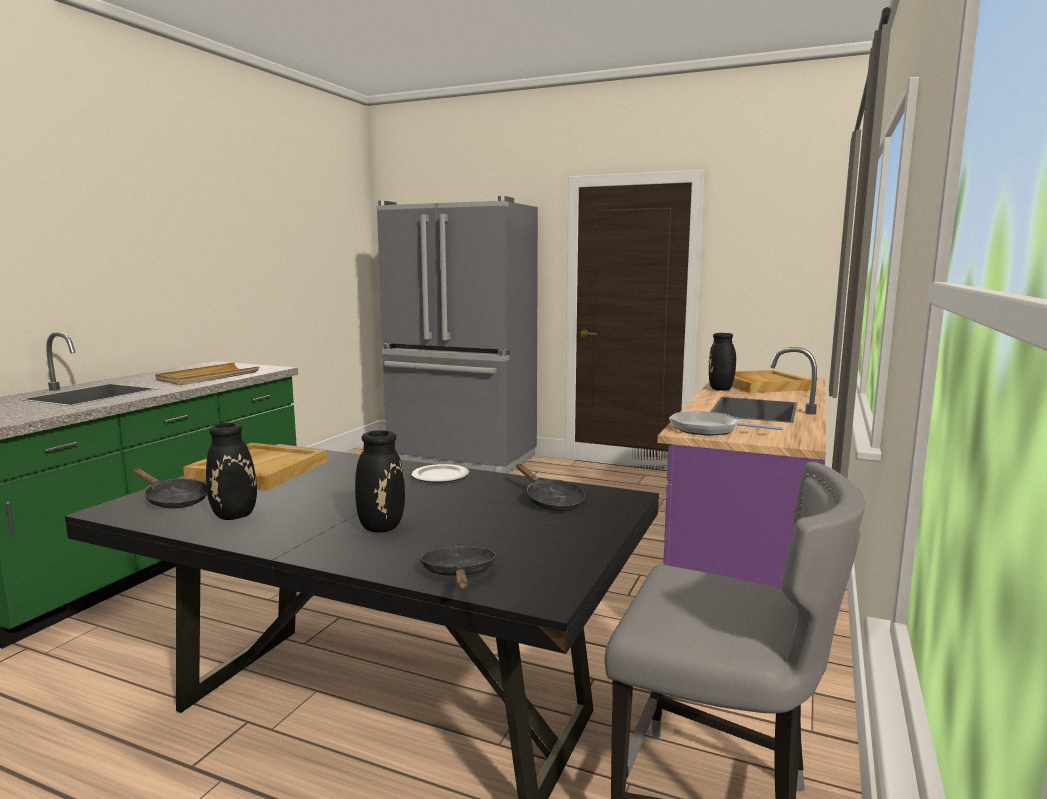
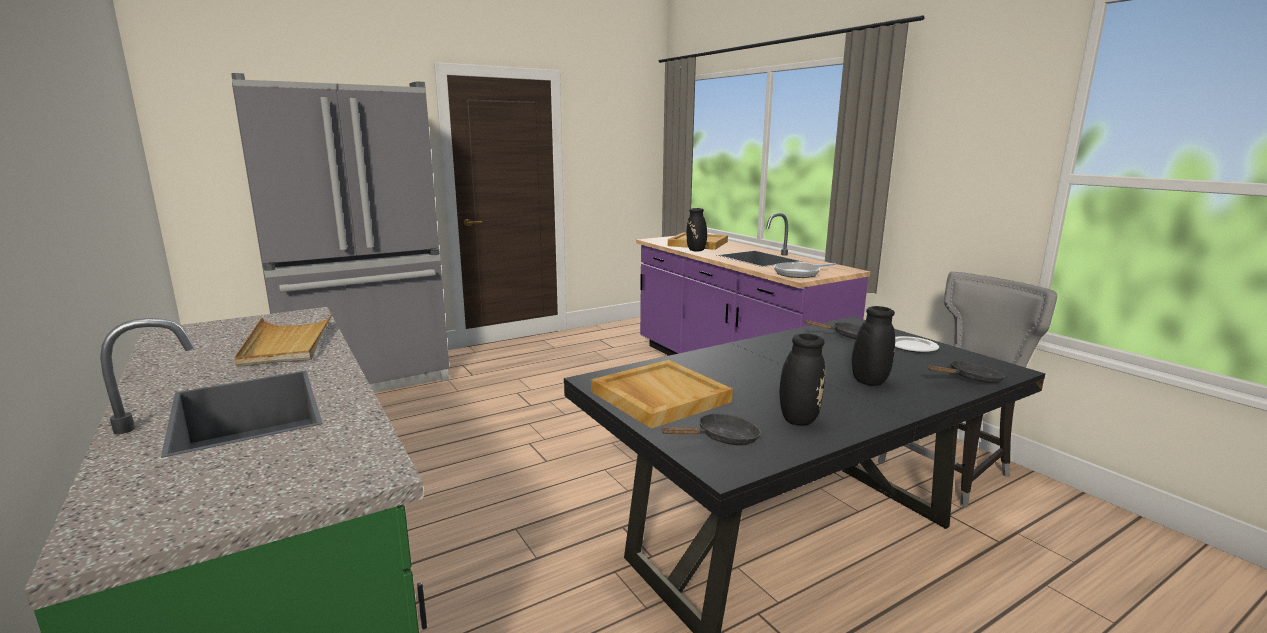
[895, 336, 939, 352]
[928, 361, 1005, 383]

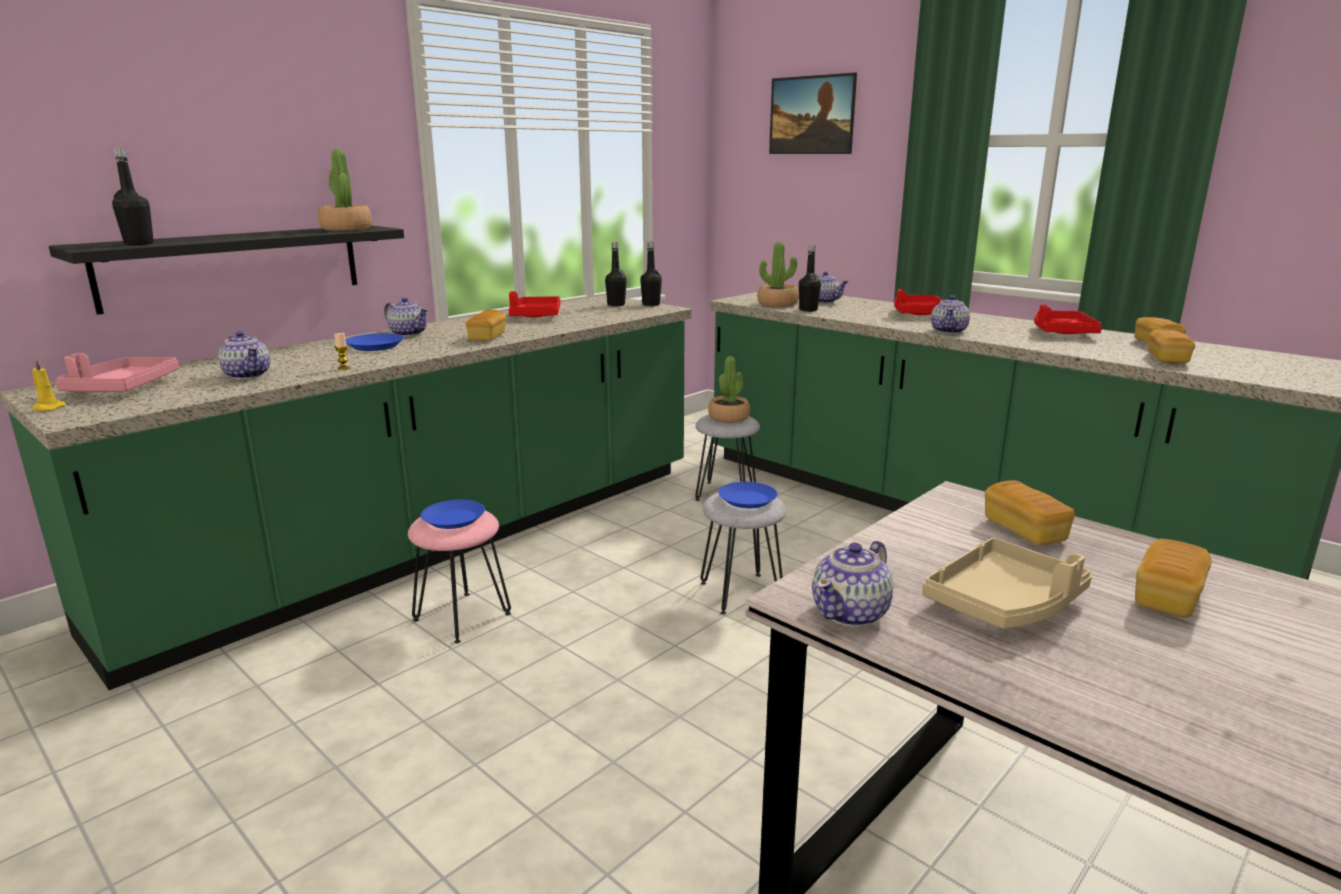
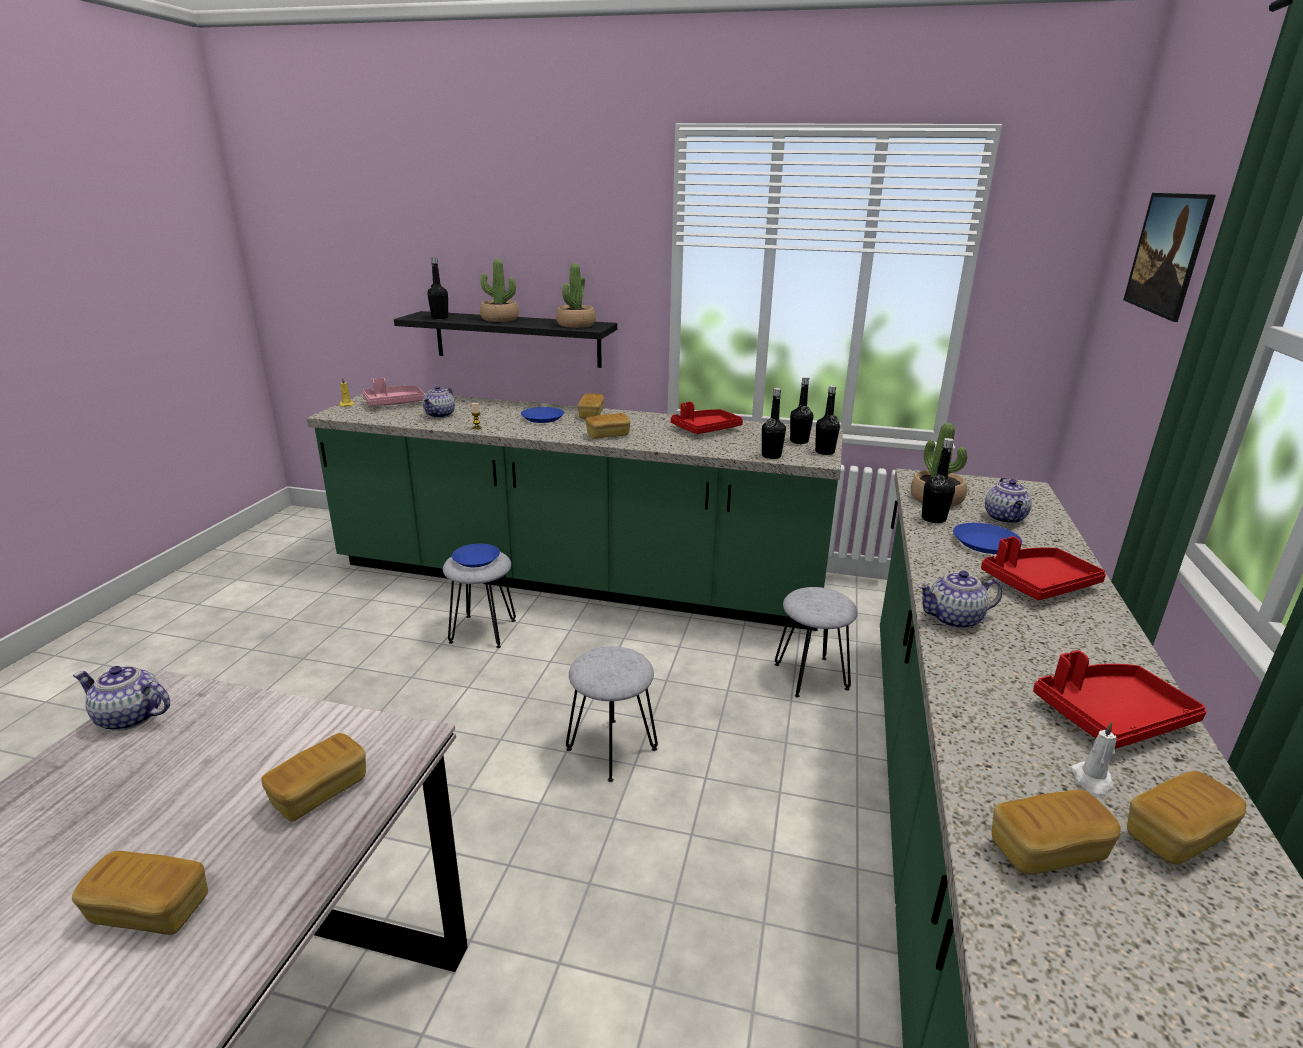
[578, 393, 604, 419]
[480, 259, 519, 322]
[953, 523, 1022, 554]
[443, 552, 516, 648]
[922, 538, 1092, 629] (first image)
[762, 388, 786, 459]
[1070, 721, 1116, 798]

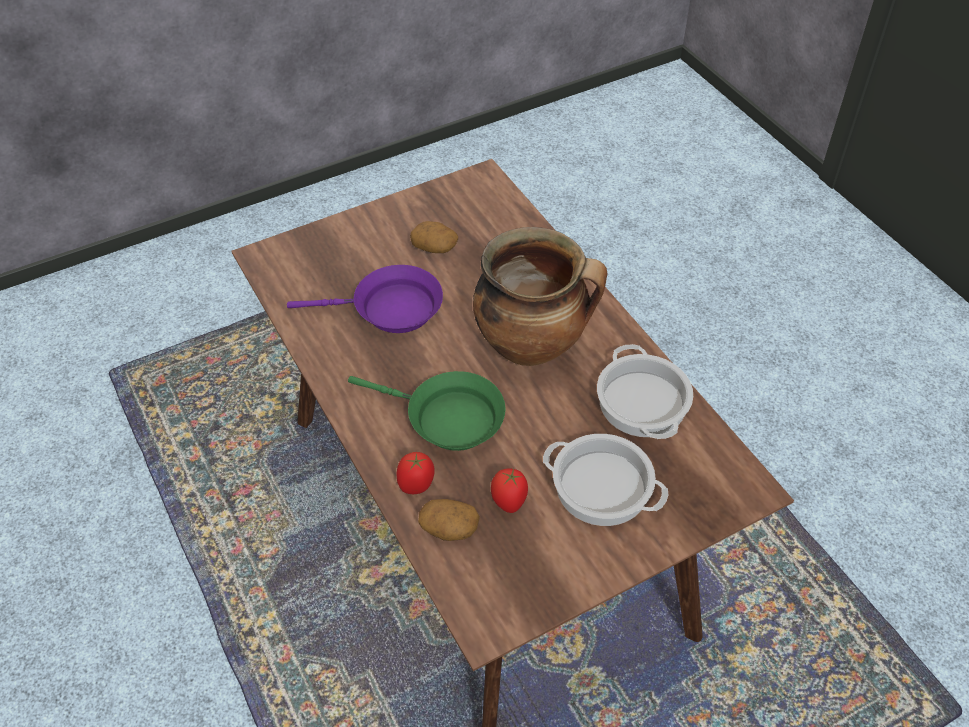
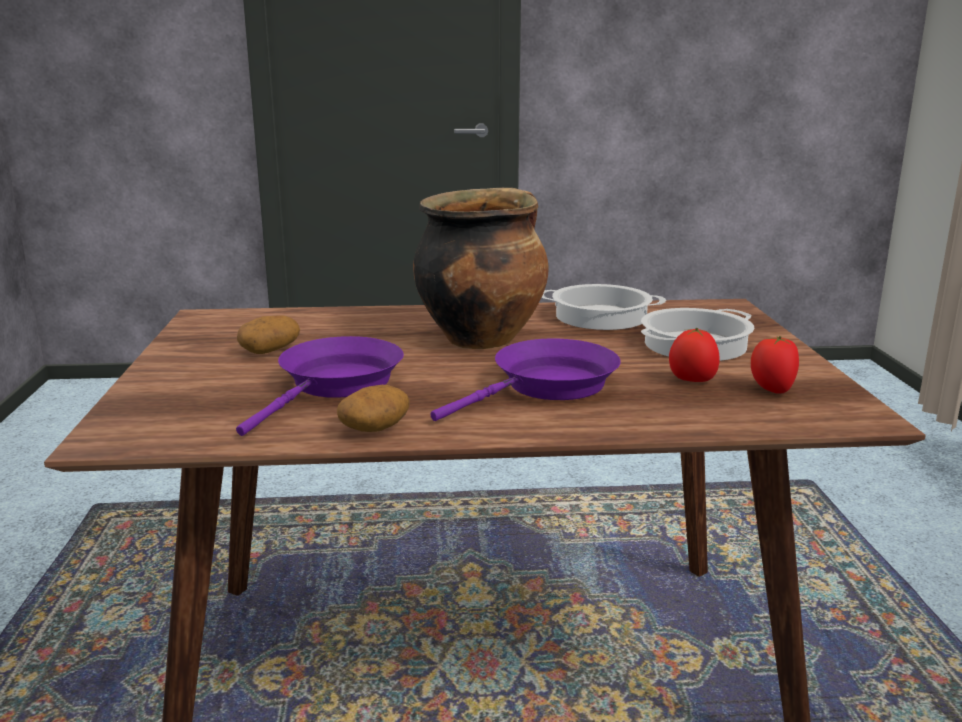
[430, 338, 621, 421]
[751, 336, 799, 394]
[337, 385, 410, 432]

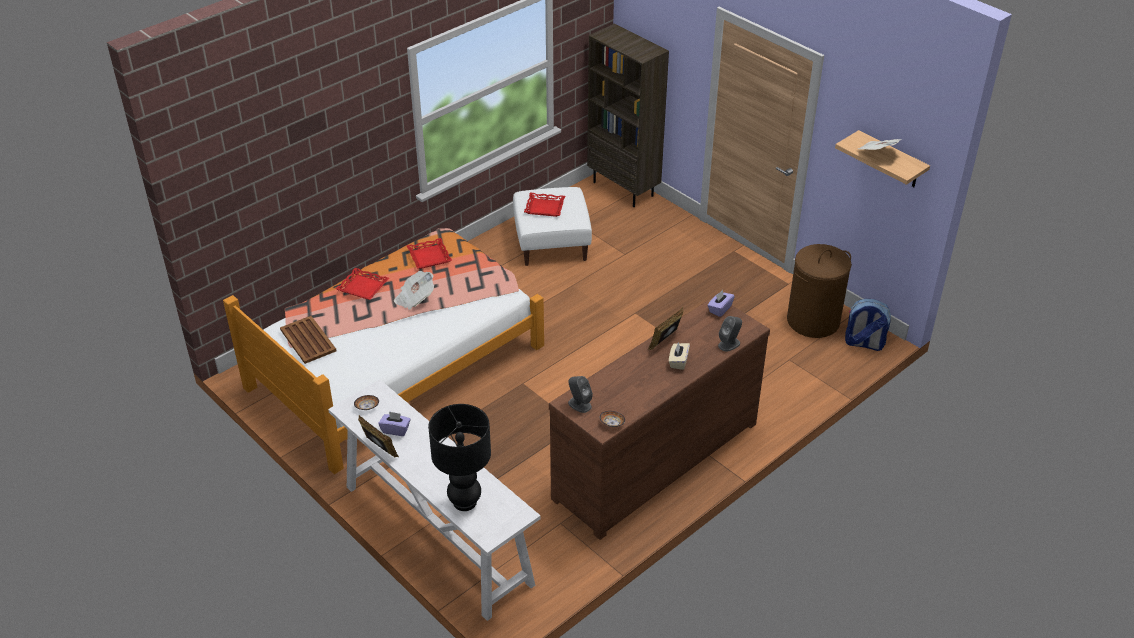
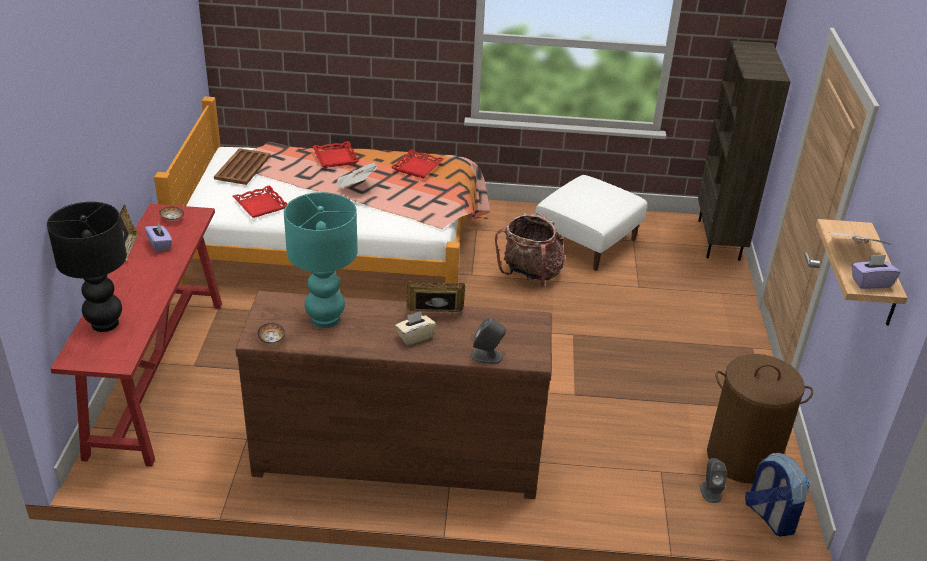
[233, 185, 288, 218]
[852, 255, 900, 289]
[700, 458, 727, 503]
[50, 204, 222, 467]
[284, 192, 358, 328]
[495, 213, 565, 287]

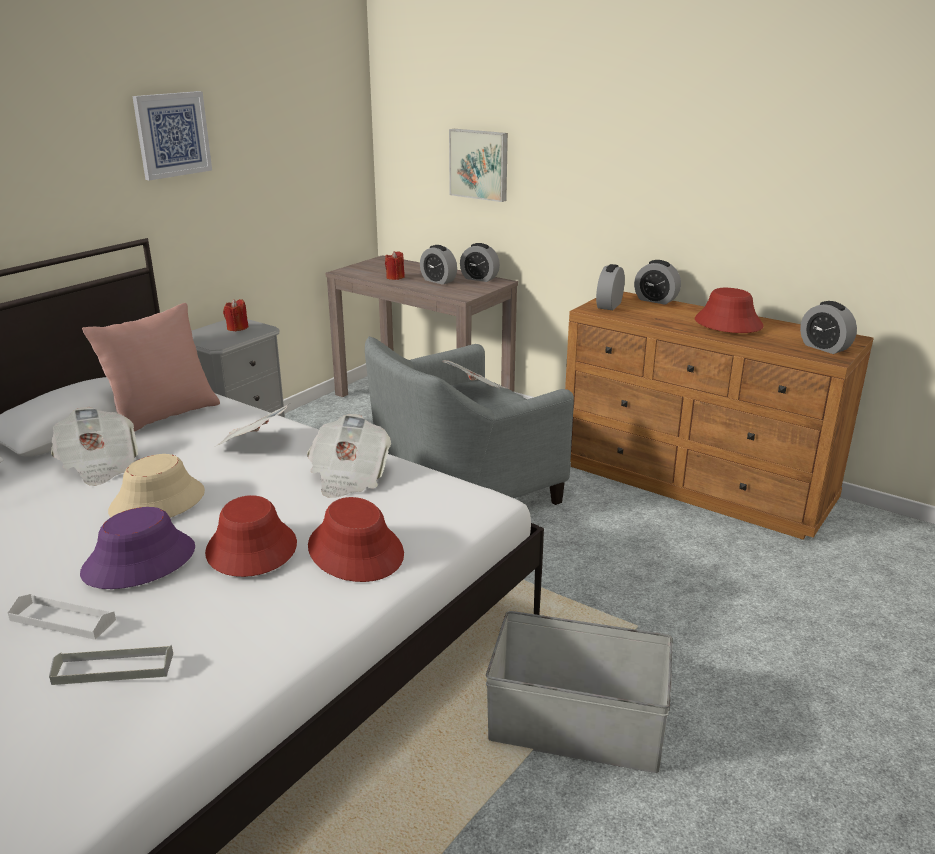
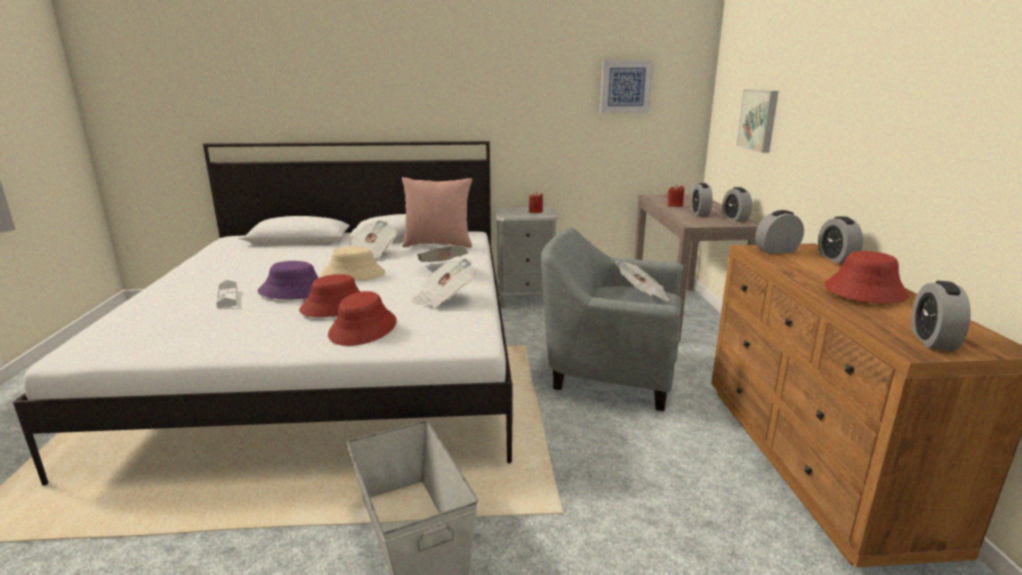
[600, 60, 653, 113]
[49, 645, 173, 685] (first image)

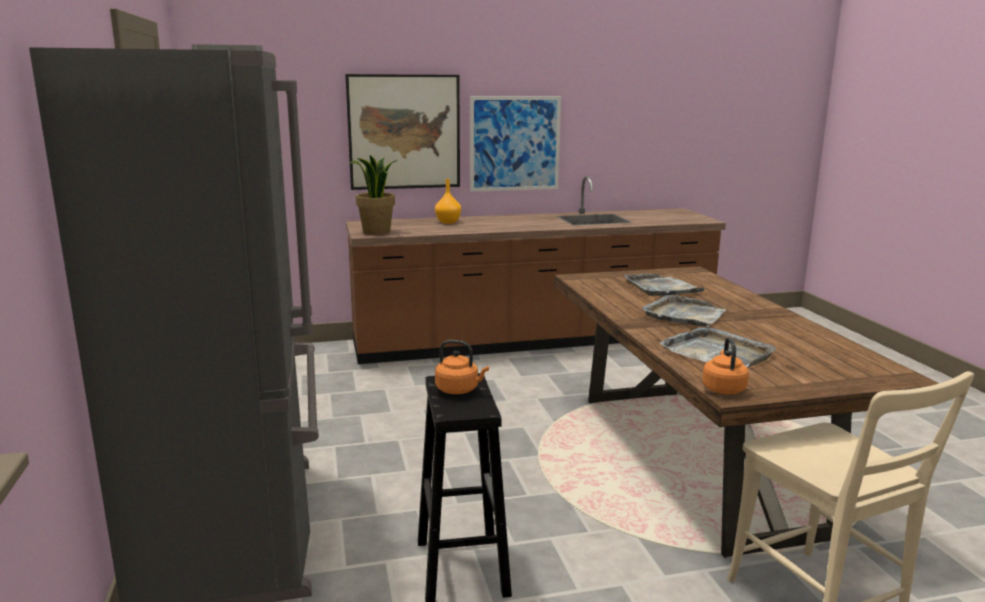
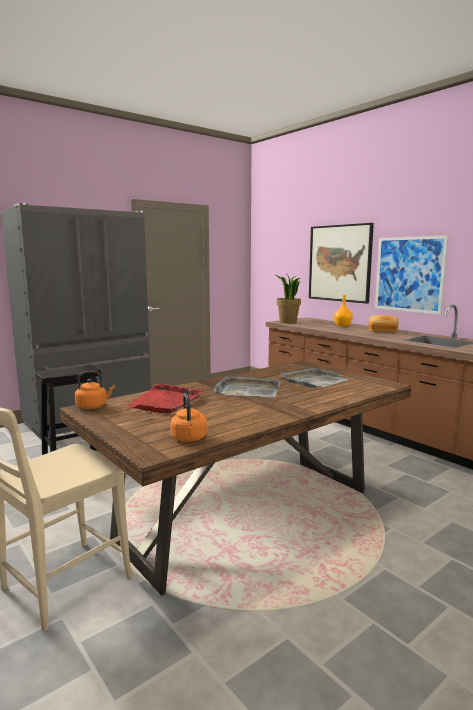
[125, 384, 203, 414]
[171, 394, 207, 442]
[369, 315, 398, 332]

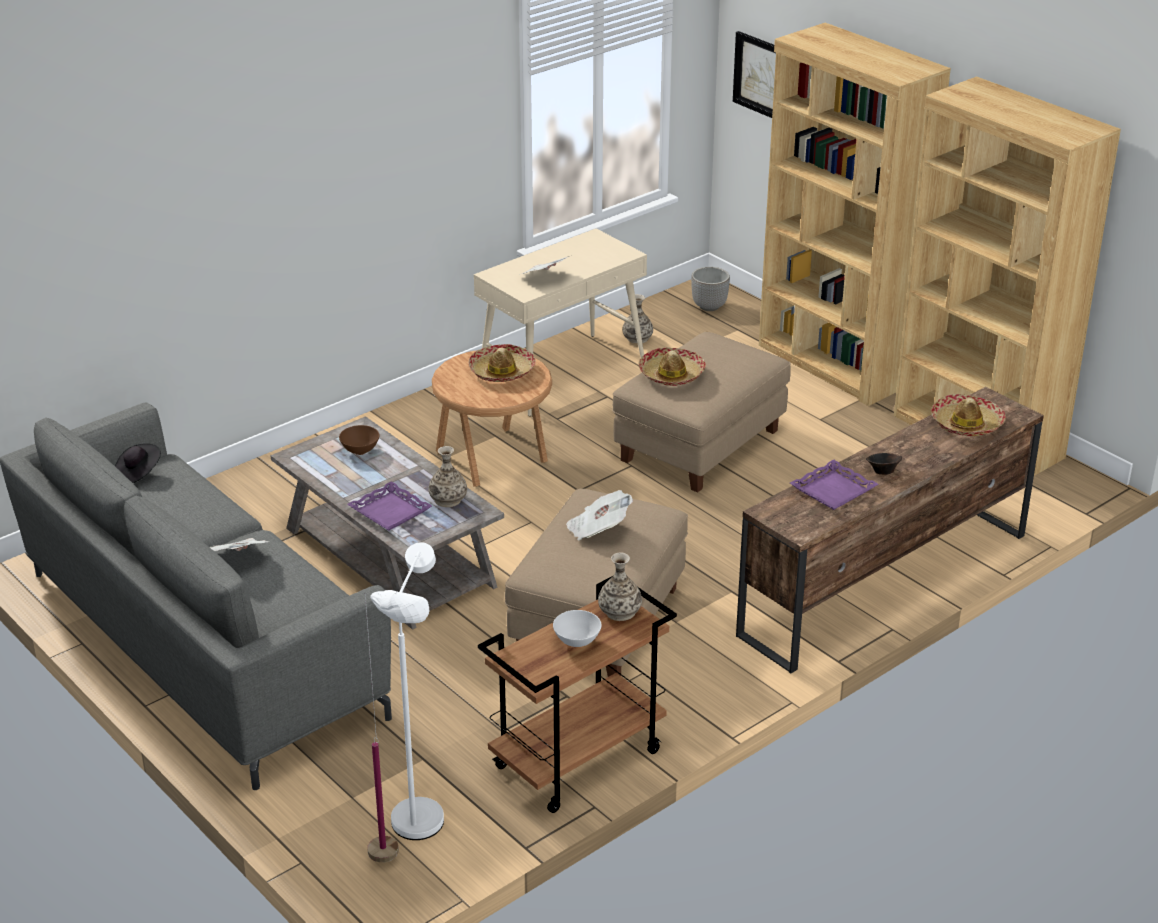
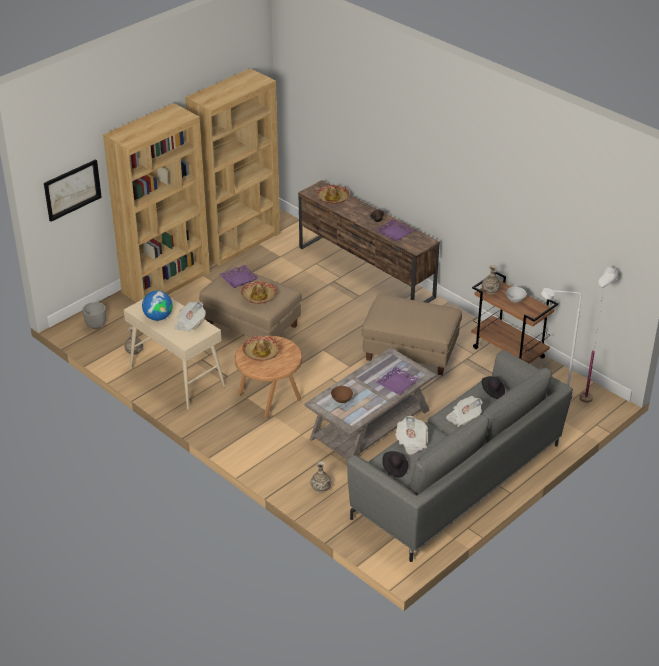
[311, 461, 332, 493]
[395, 416, 428, 455]
[220, 265, 258, 288]
[142, 291, 172, 321]
[482, 376, 505, 399]

